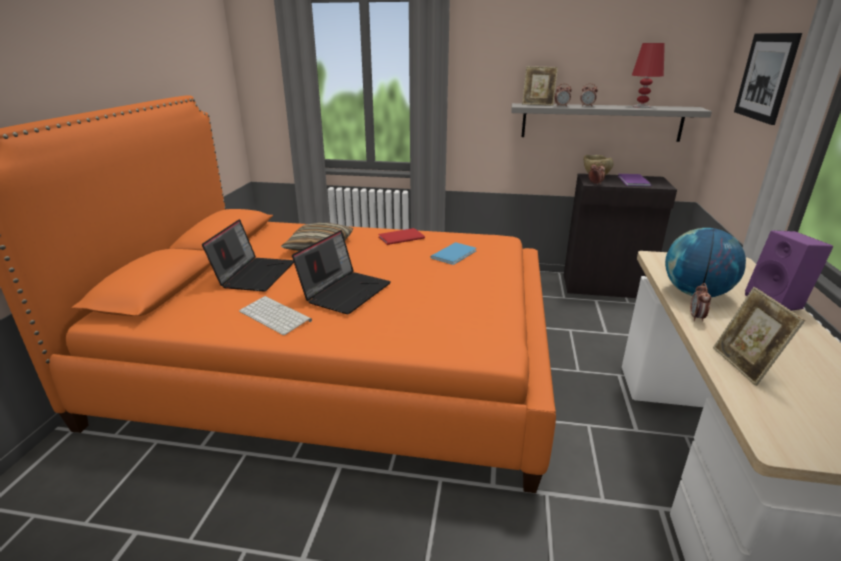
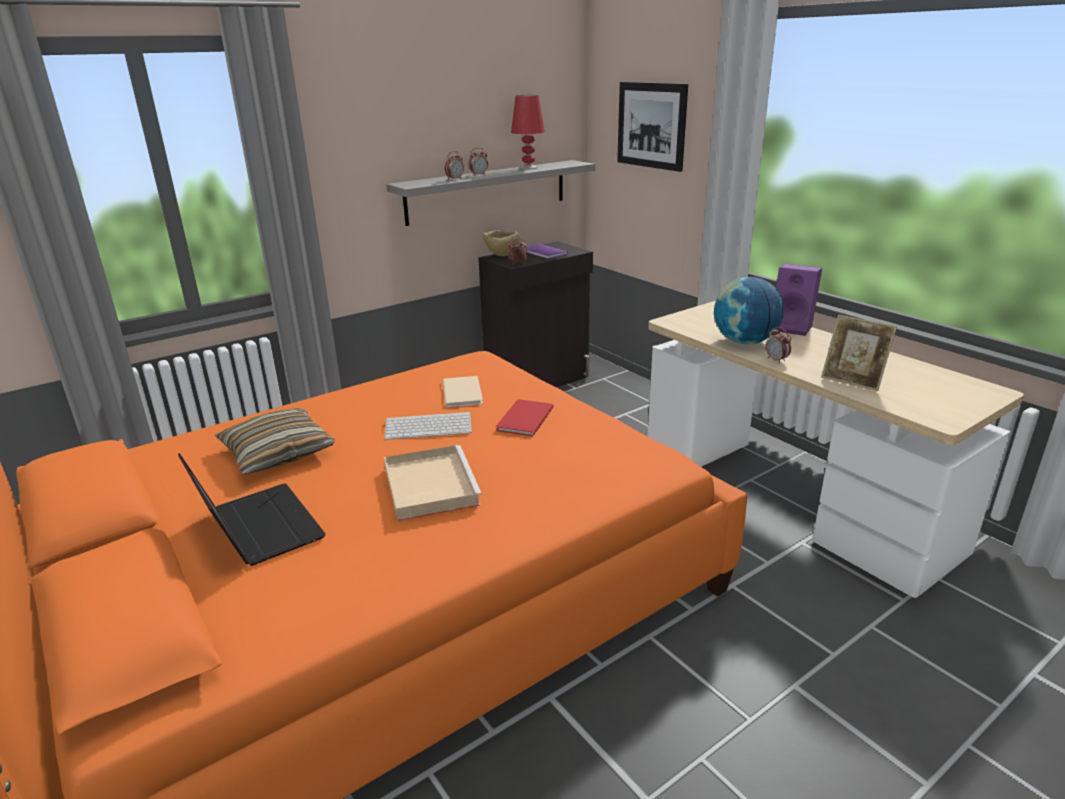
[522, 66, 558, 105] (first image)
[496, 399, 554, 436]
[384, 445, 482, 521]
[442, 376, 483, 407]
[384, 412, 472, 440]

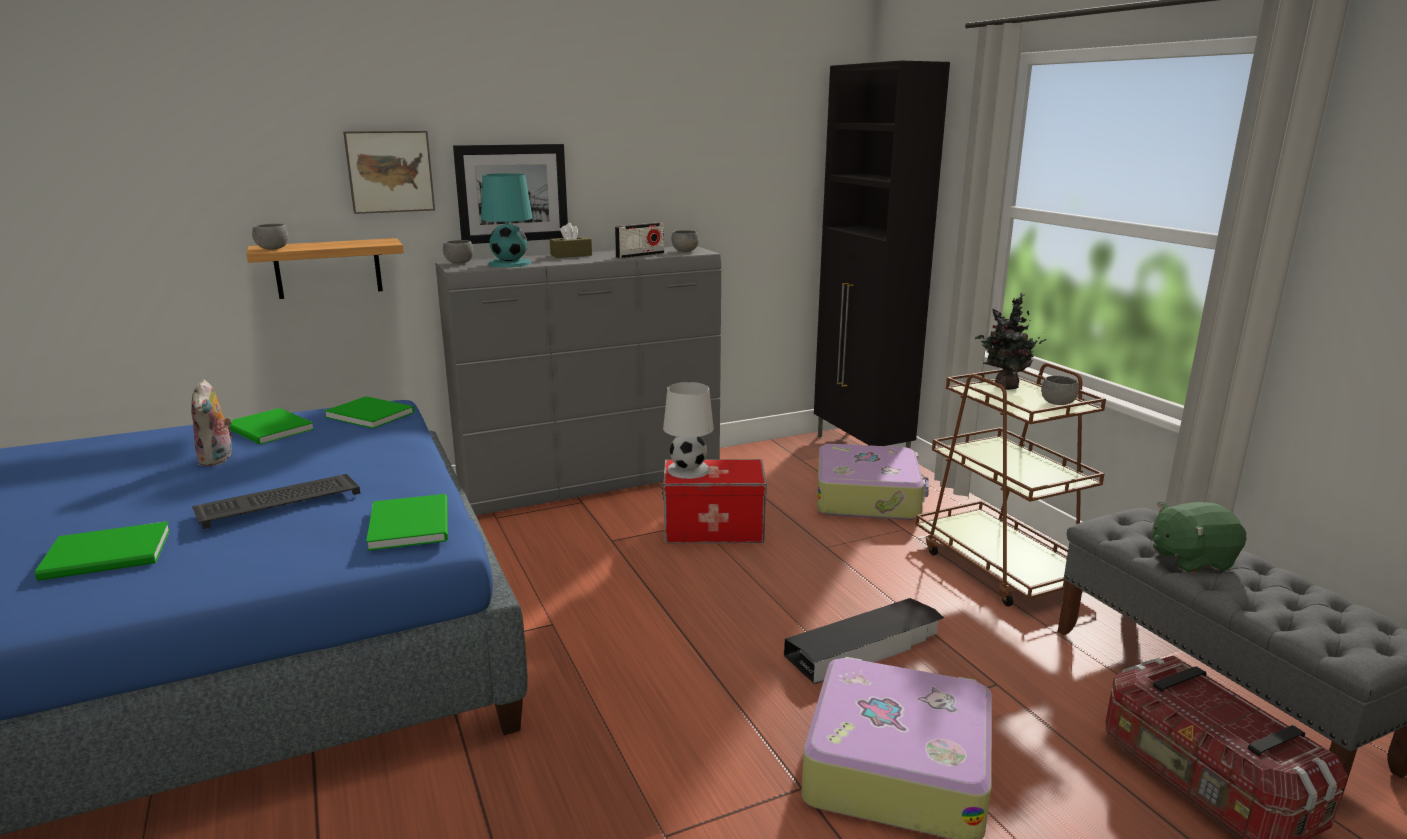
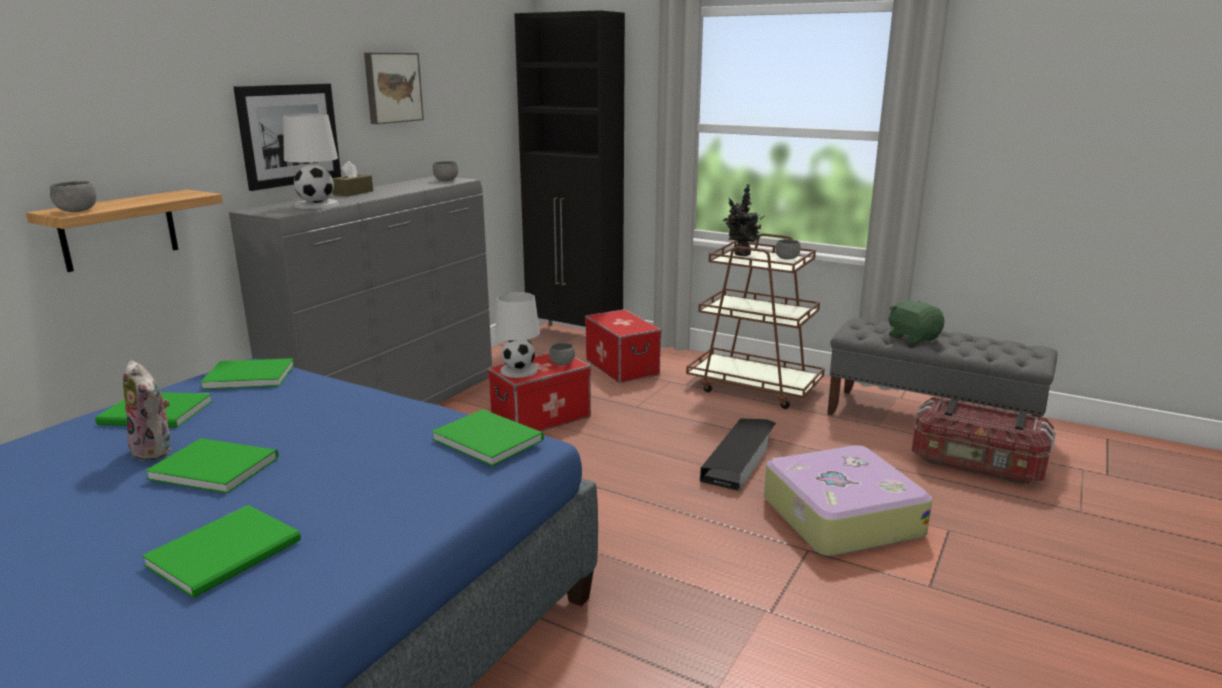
[364, 53, 424, 124]
[283, 113, 339, 209]
[615, 222, 664, 259] (first image)
[549, 343, 575, 365]
[585, 309, 662, 383]
[192, 474, 361, 529] (first image)
[888, 300, 945, 345]
[145, 438, 279, 493]

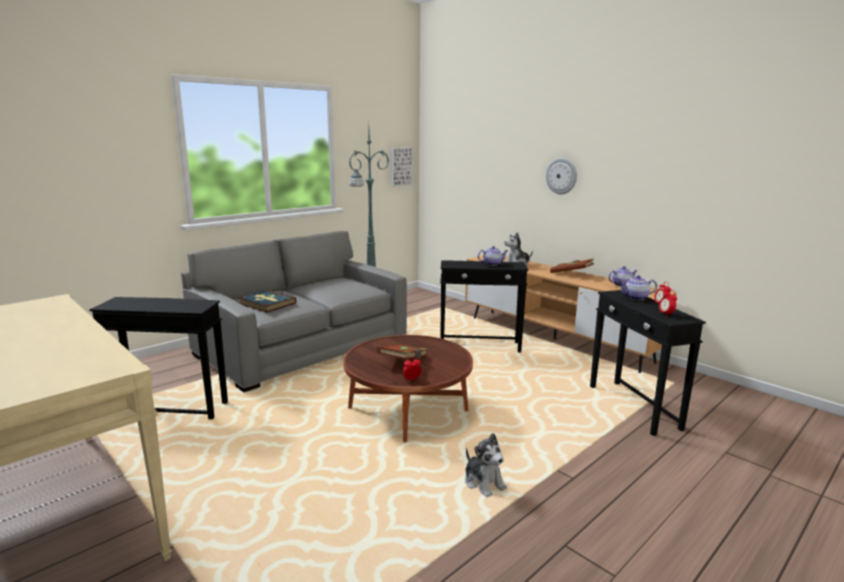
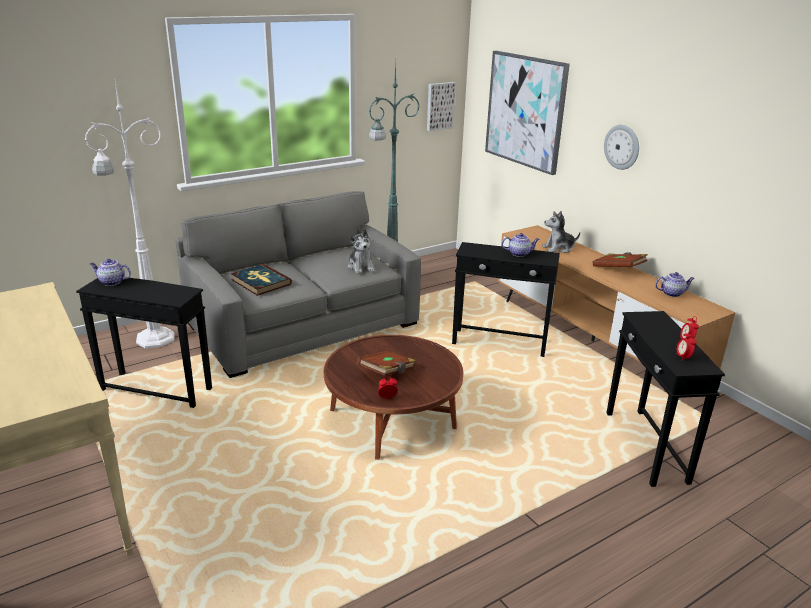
[90, 259, 131, 286]
[348, 229, 375, 274]
[485, 51, 570, 175]
[85, 76, 175, 349]

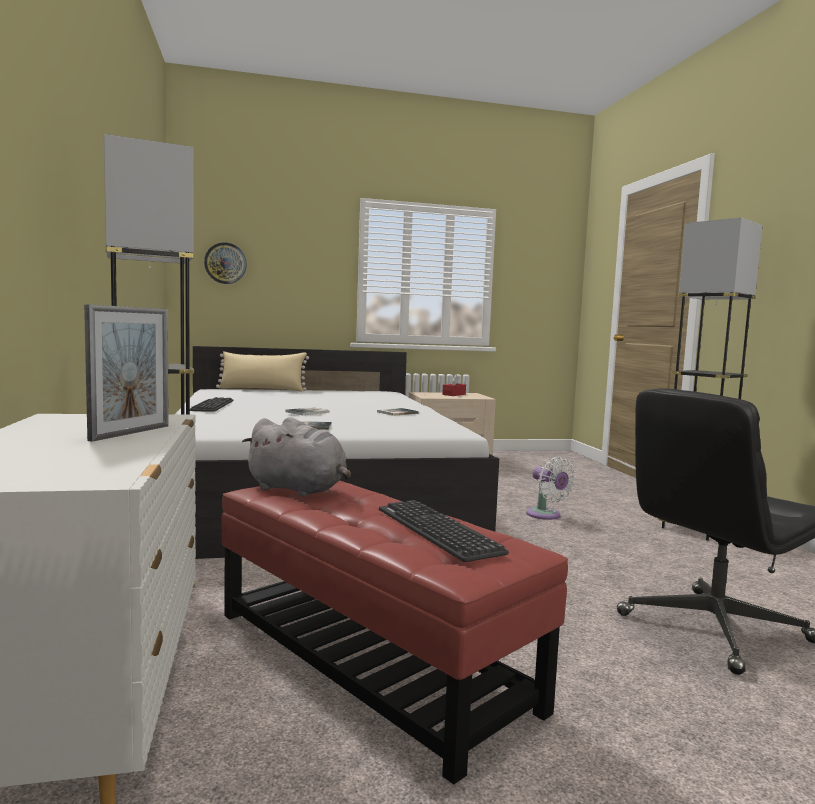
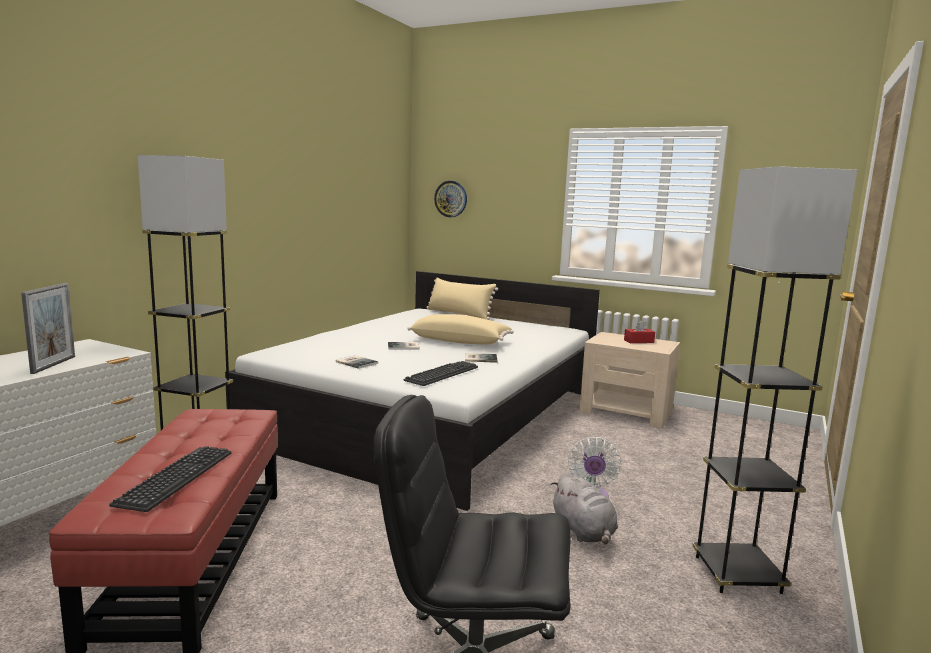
[21, 283, 75, 374]
[404, 361, 478, 386]
[551, 470, 618, 544]
[407, 314, 514, 345]

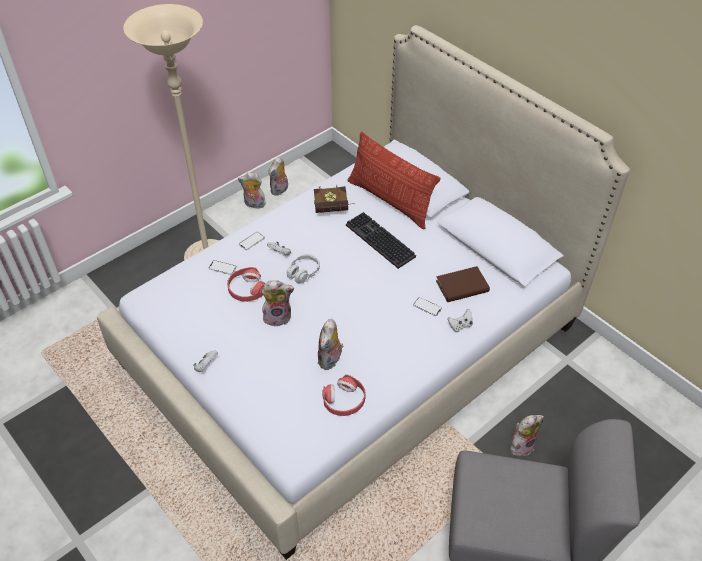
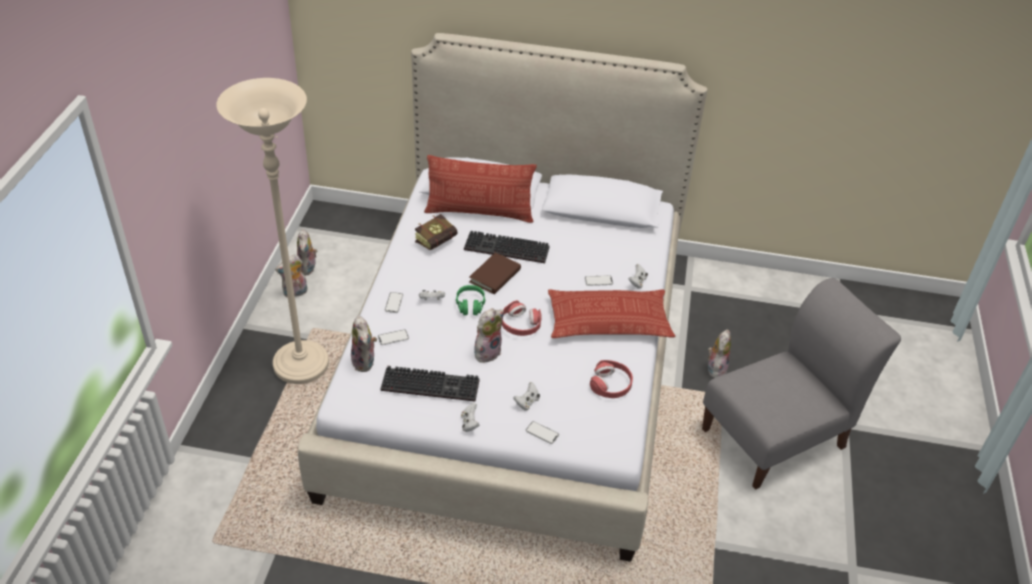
[456, 285, 486, 315]
[469, 252, 521, 294]
[502, 300, 542, 336]
[351, 315, 377, 372]
[548, 289, 675, 338]
[381, 366, 480, 402]
[514, 382, 540, 411]
[526, 421, 559, 444]

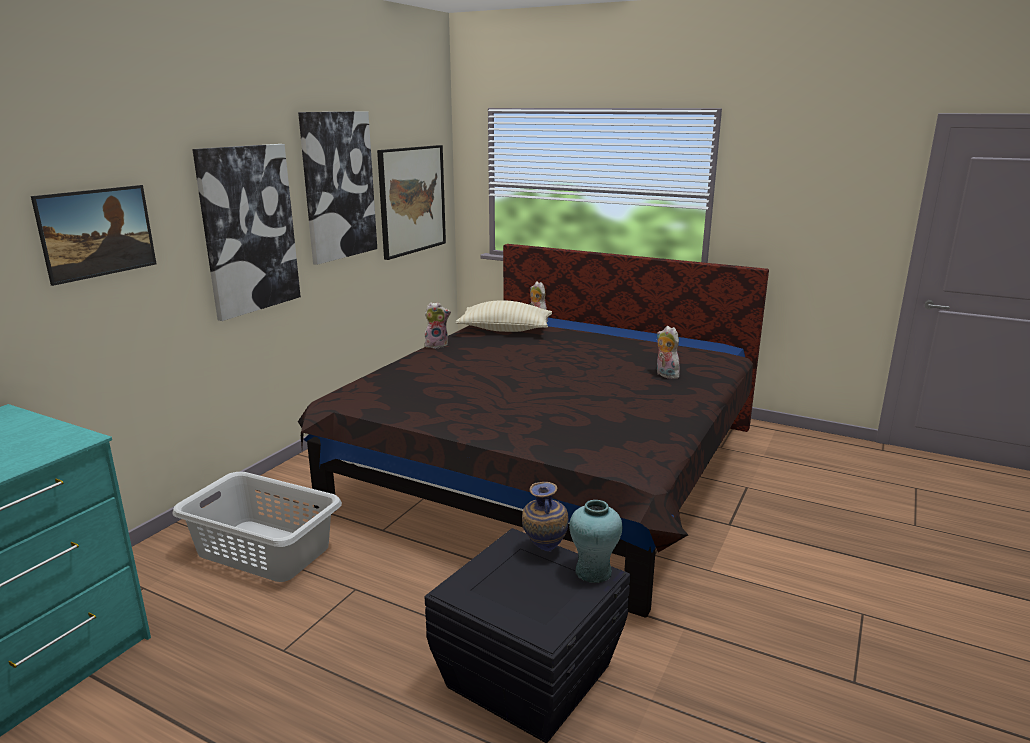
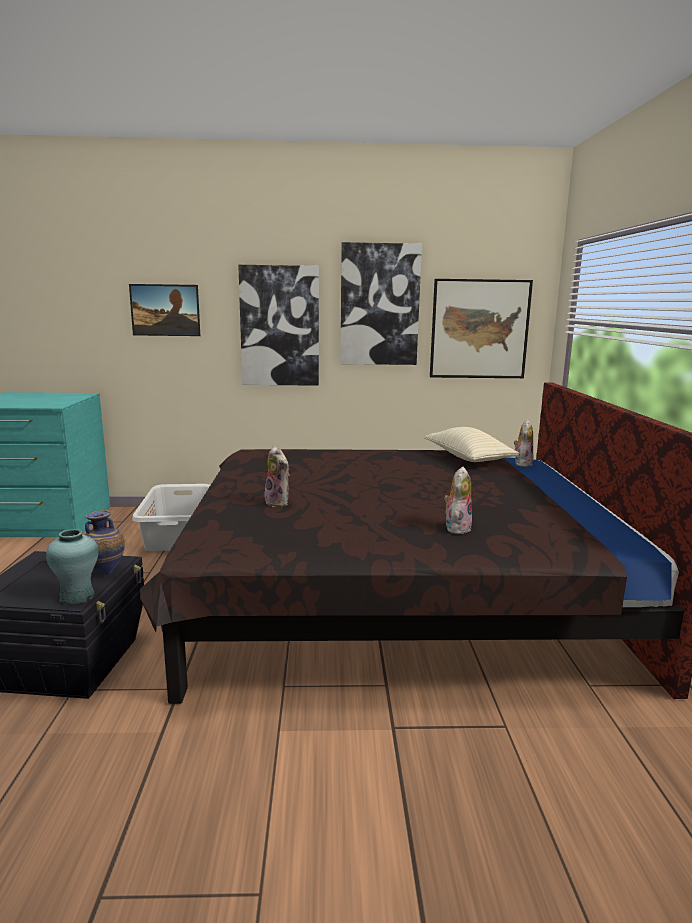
[265, 446, 290, 507]

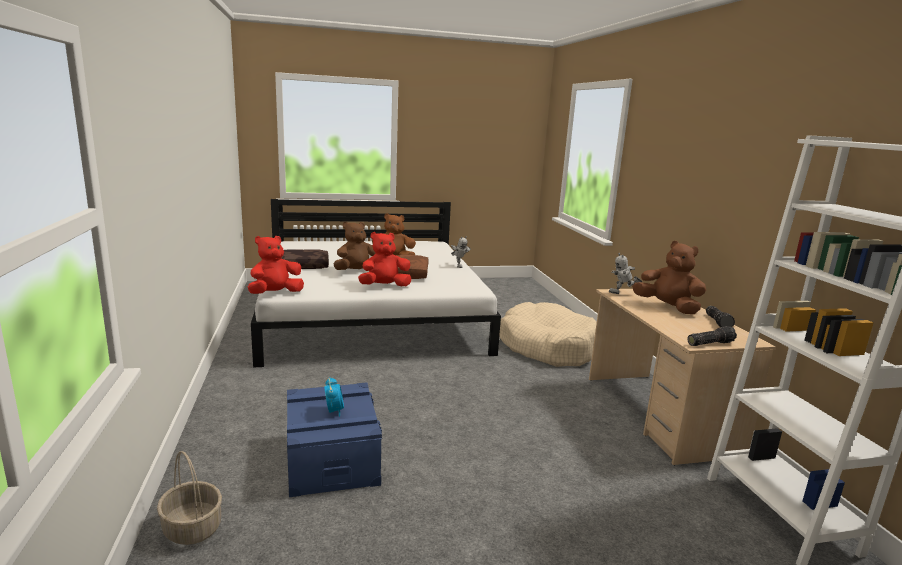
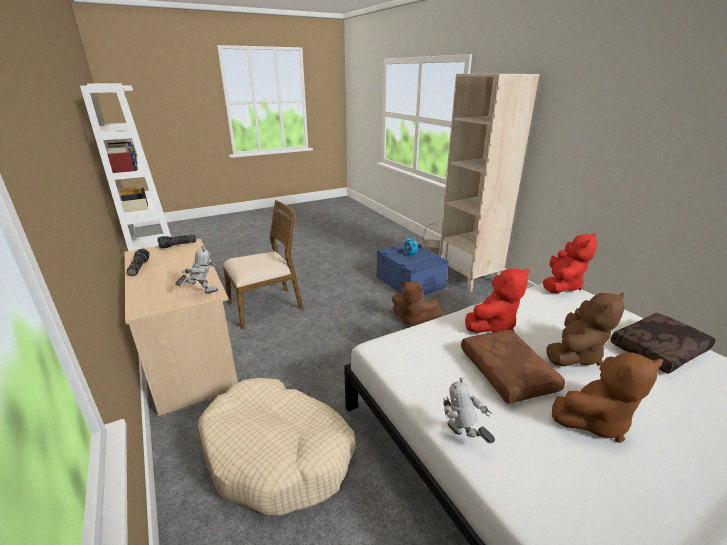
[391, 281, 443, 328]
[439, 74, 539, 292]
[223, 200, 303, 329]

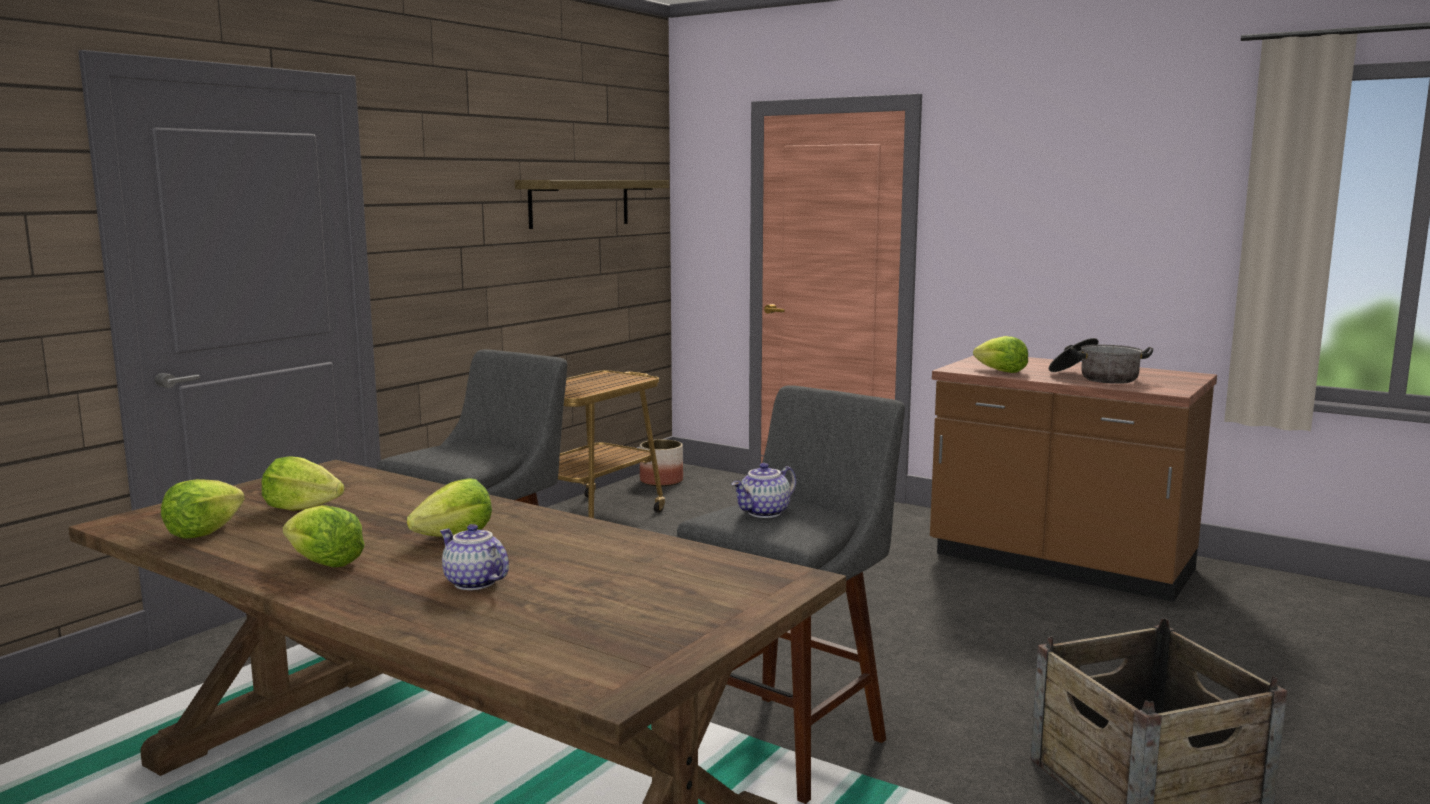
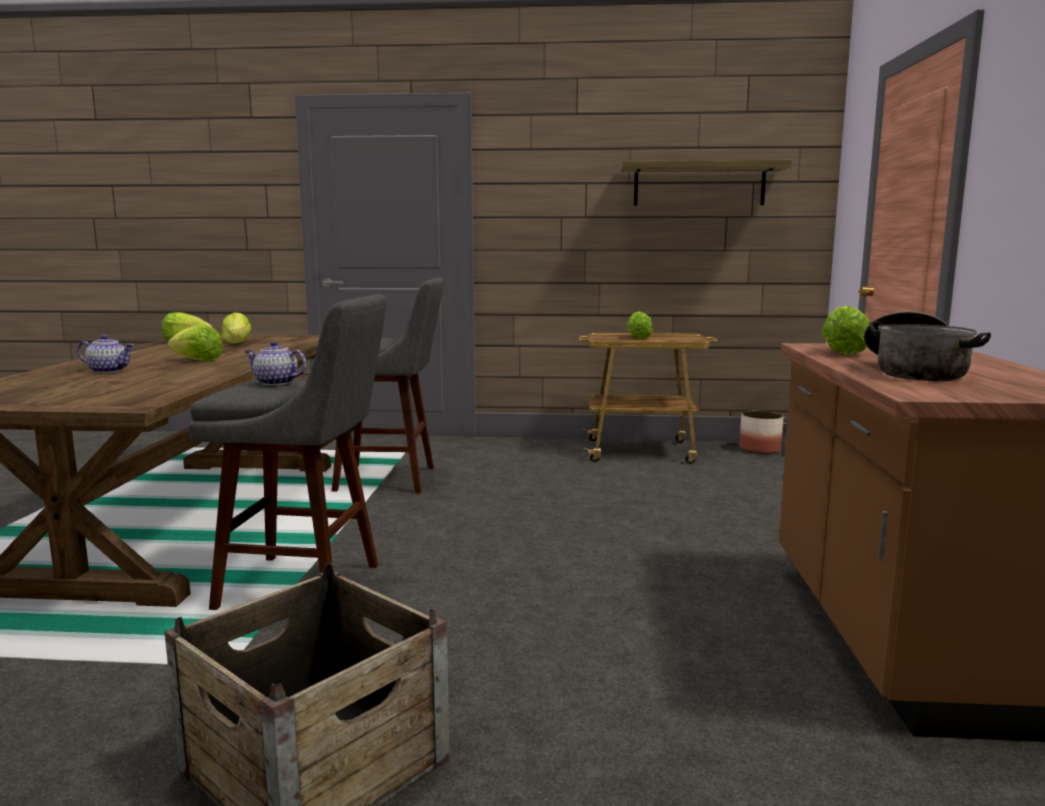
[627, 311, 652, 339]
[78, 335, 134, 373]

